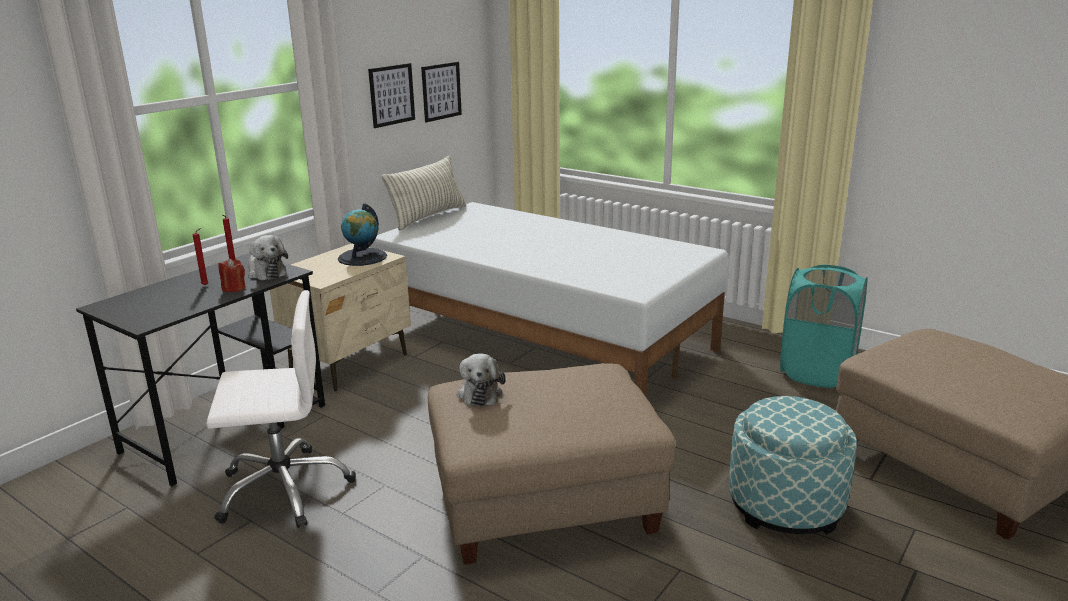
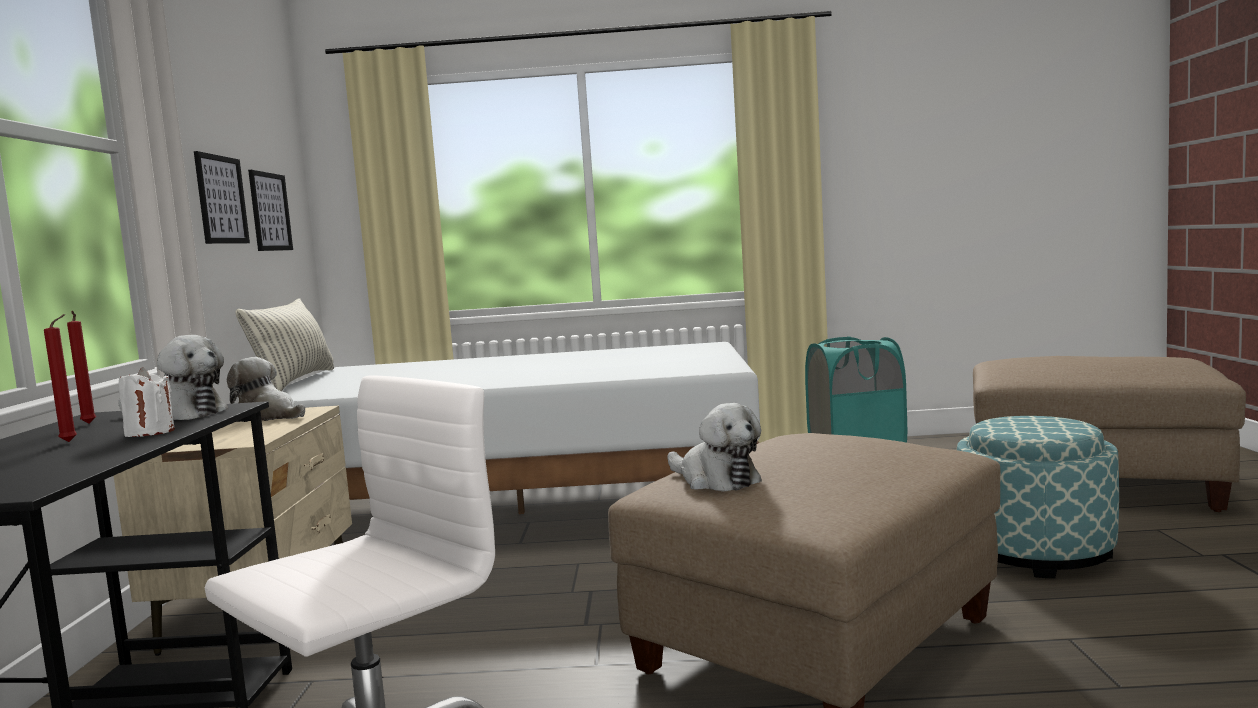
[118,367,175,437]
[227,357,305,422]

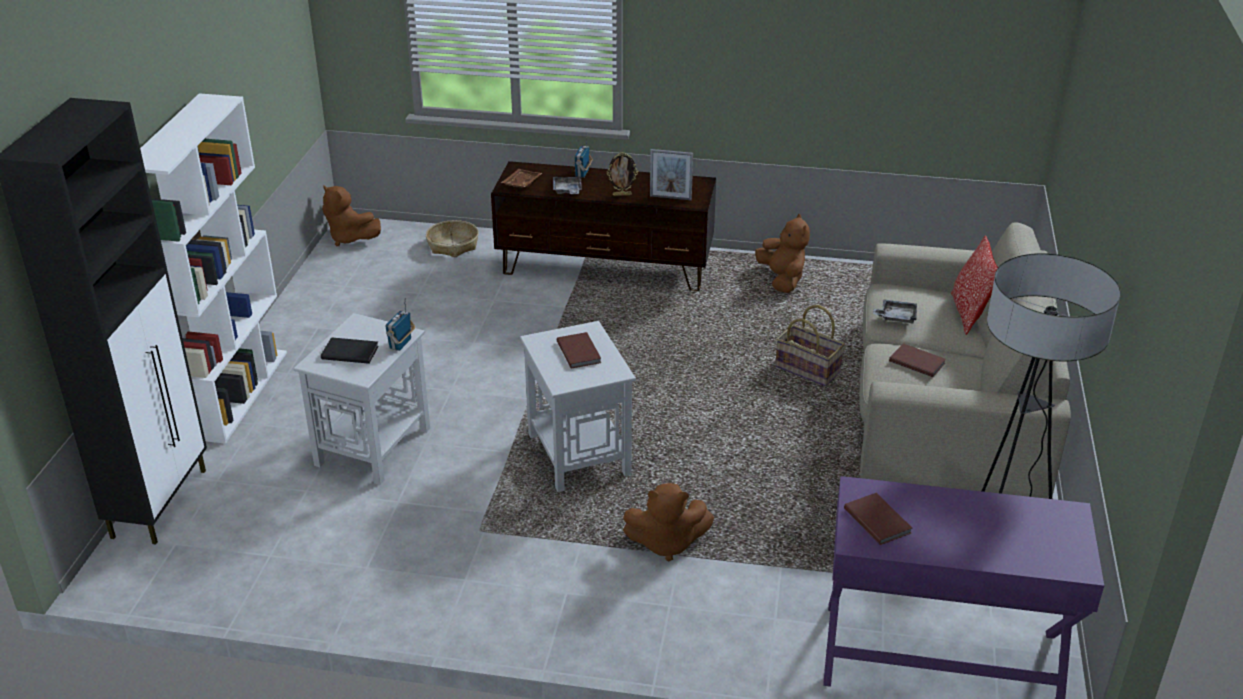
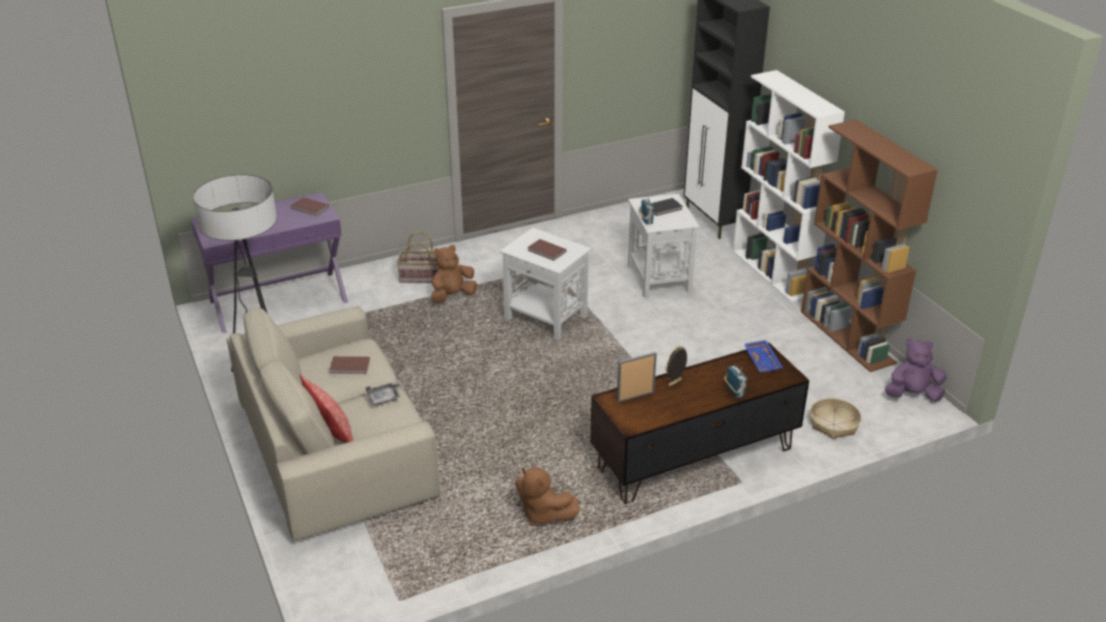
[885,338,947,402]
[744,340,783,372]
[553,176,582,194] (first image)
[397,231,440,283]
[801,120,938,372]

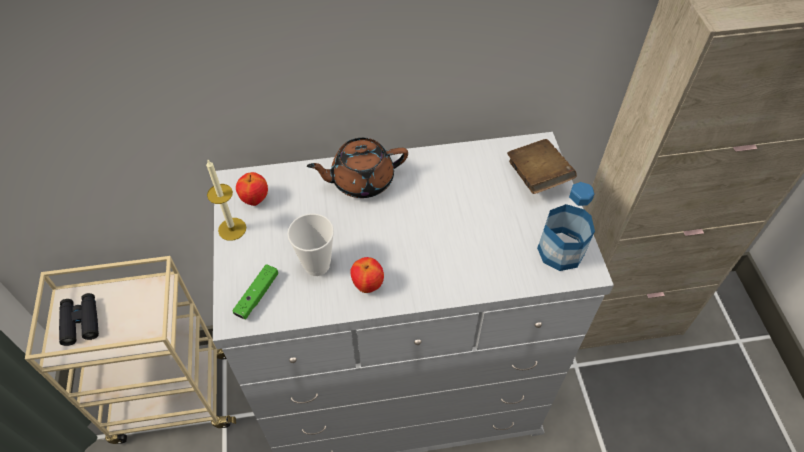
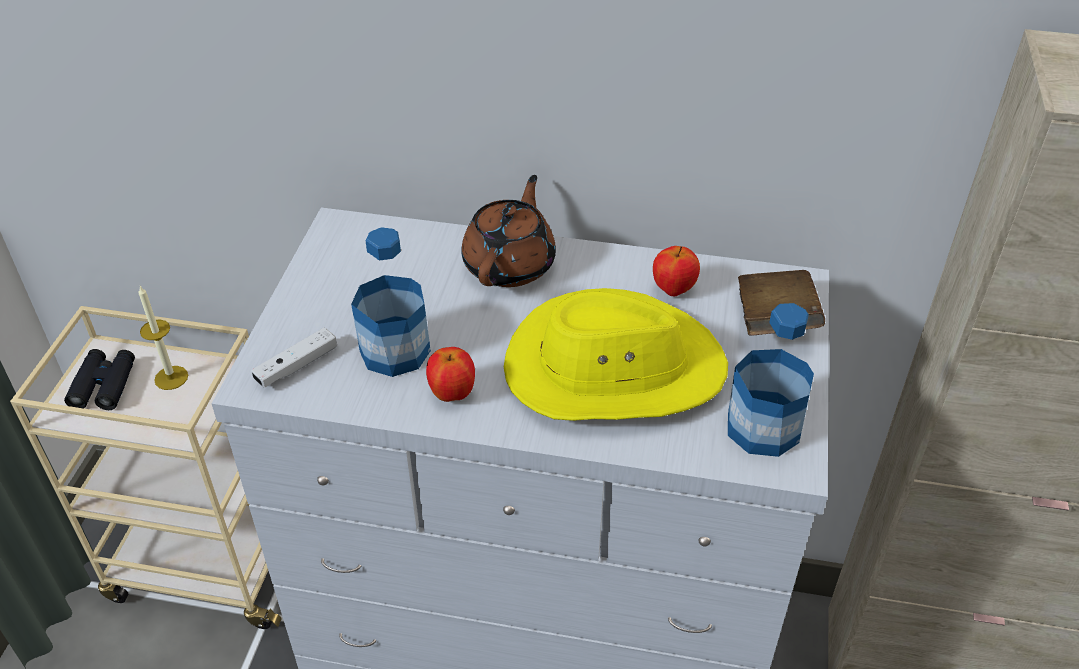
[138,286,188,390]
[251,328,337,388]
[653,246,700,296]
[351,227,431,377]
[461,175,556,287]
[504,288,728,421]

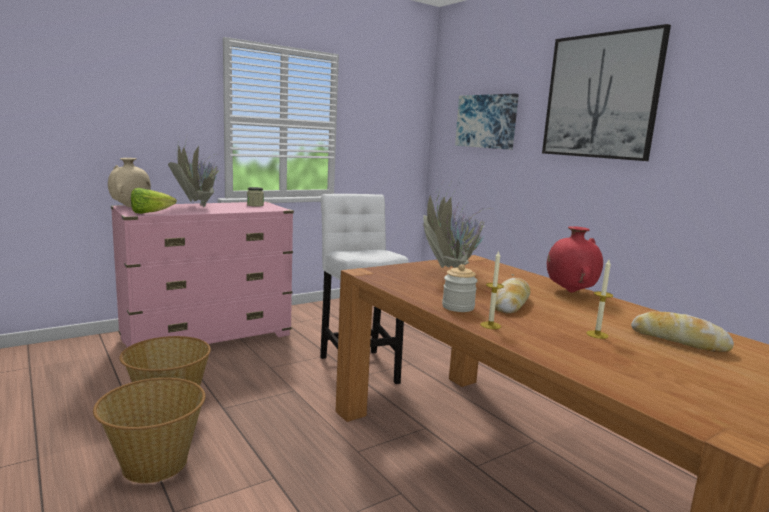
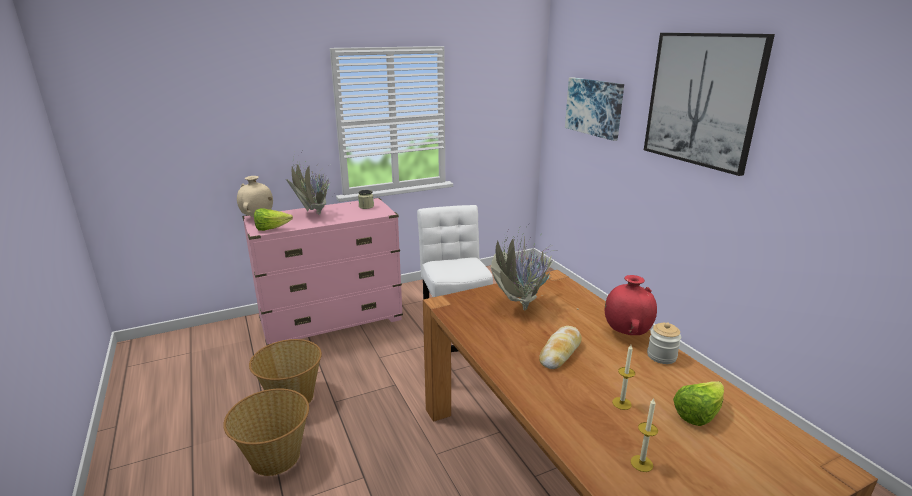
[647,322,681,364]
[631,398,658,472]
[673,381,724,426]

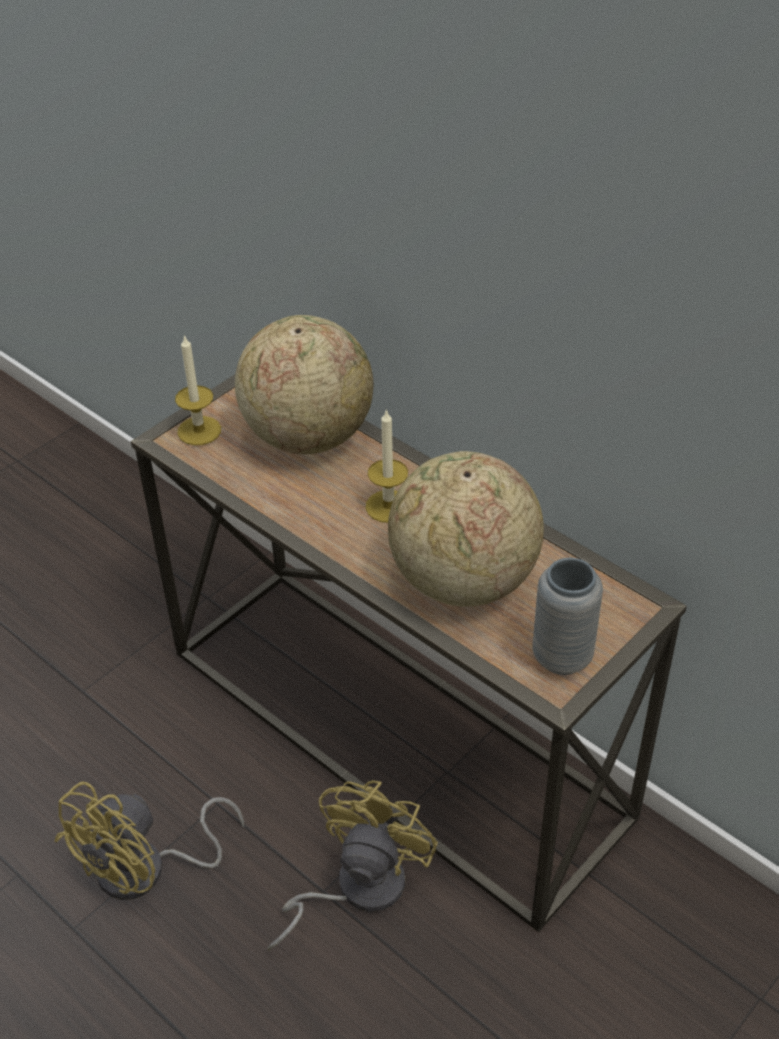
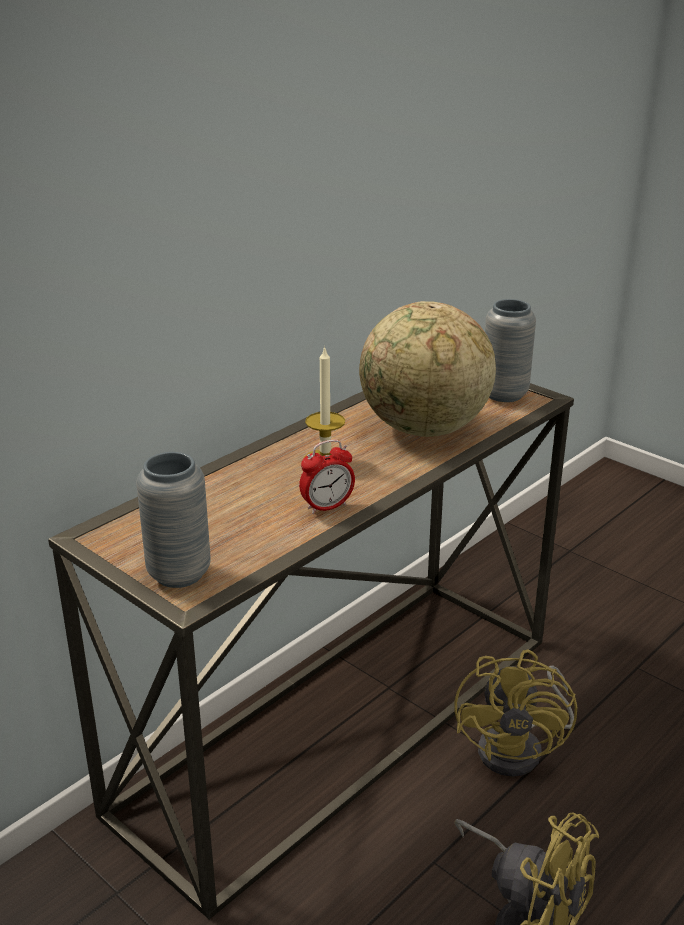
[136,452,211,588]
[235,315,373,454] (first image)
[454,650,577,777]
[299,439,355,514]

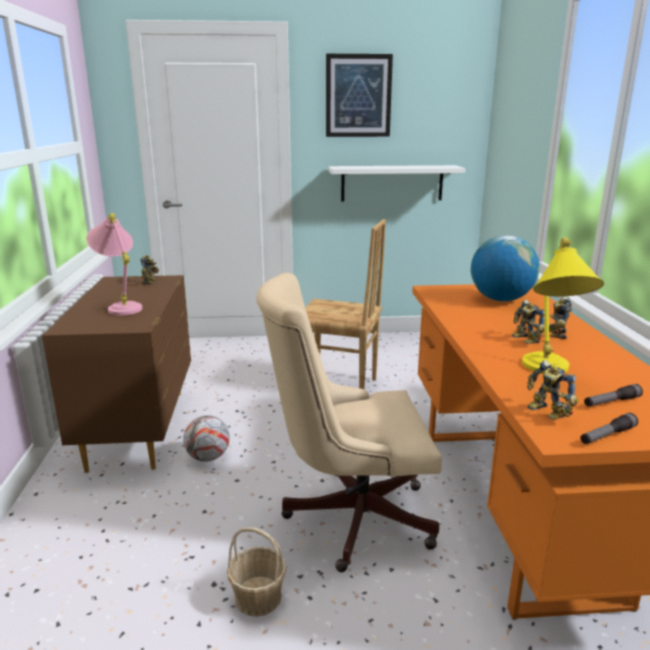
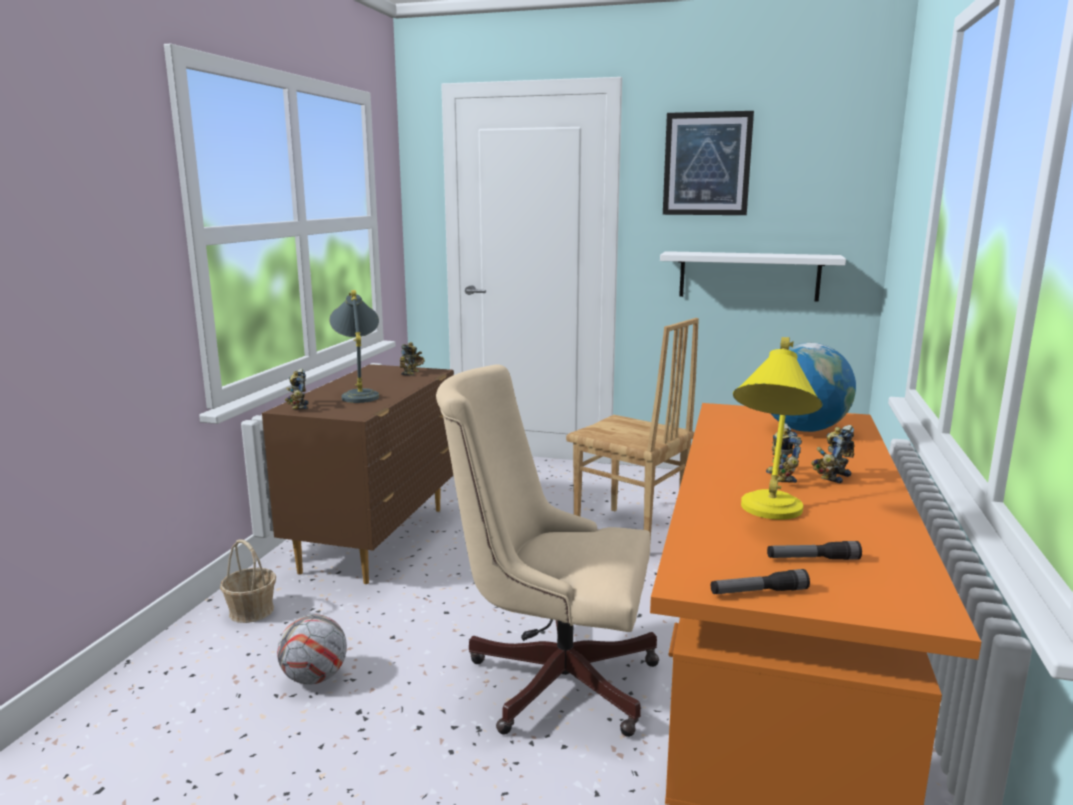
[329,290,379,403]
[277,614,347,685]
[220,539,276,623]
[285,369,309,410]

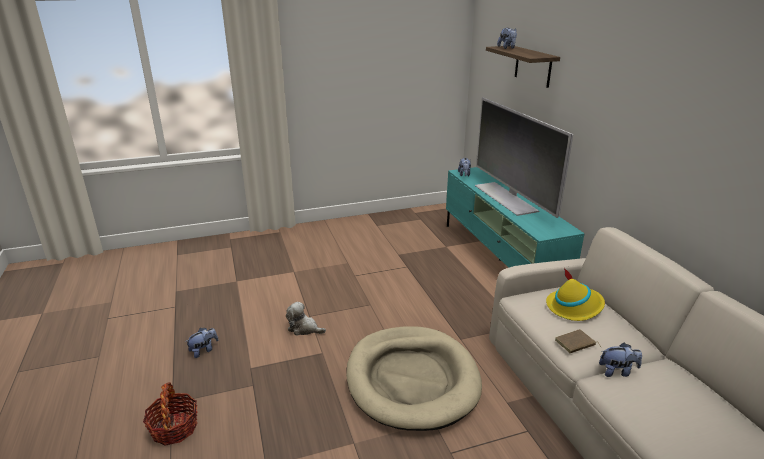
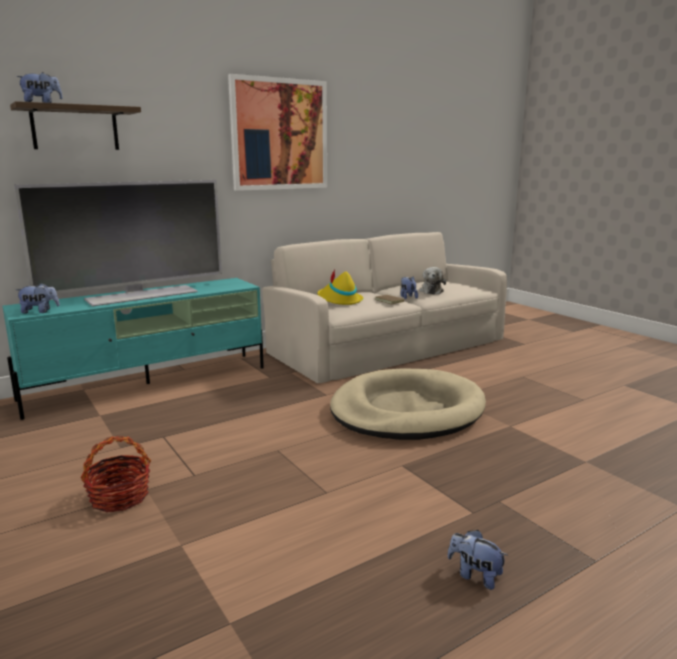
[80,436,151,512]
[419,267,446,294]
[228,74,327,191]

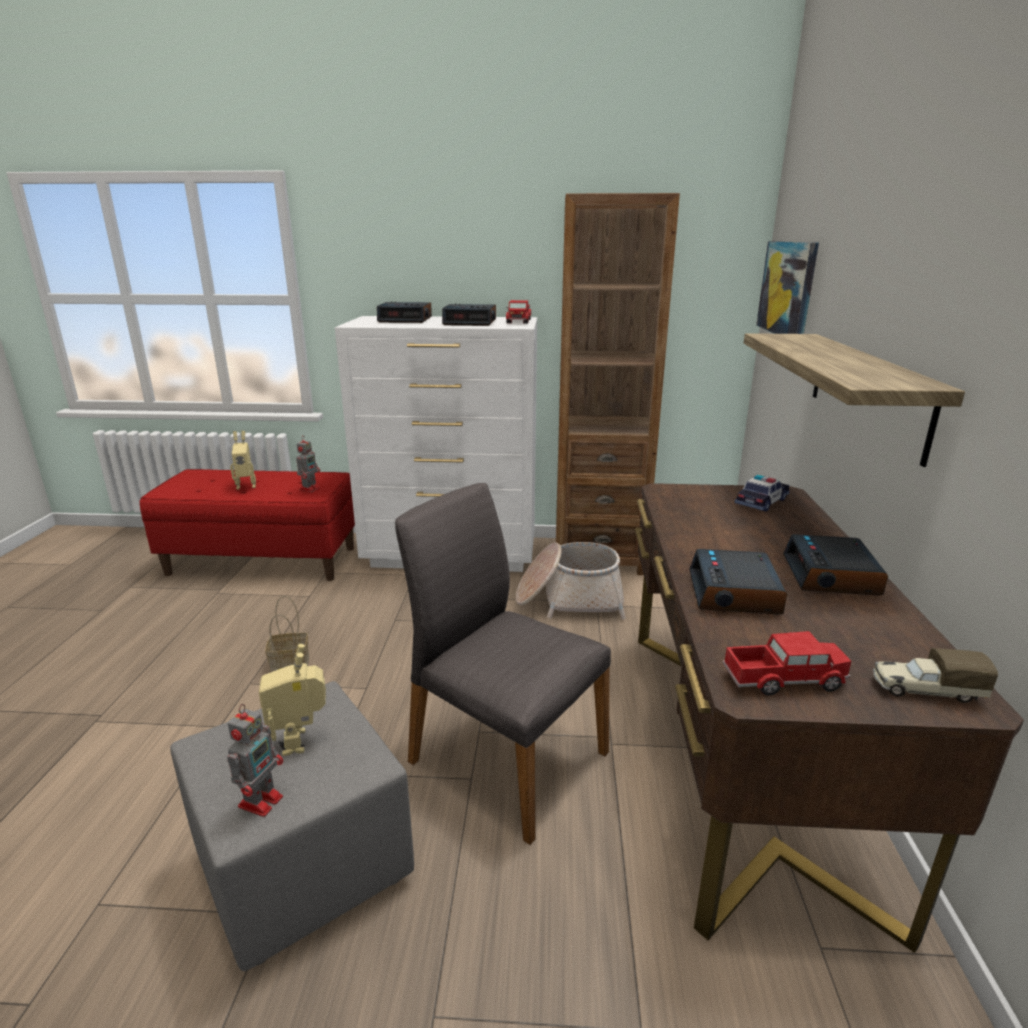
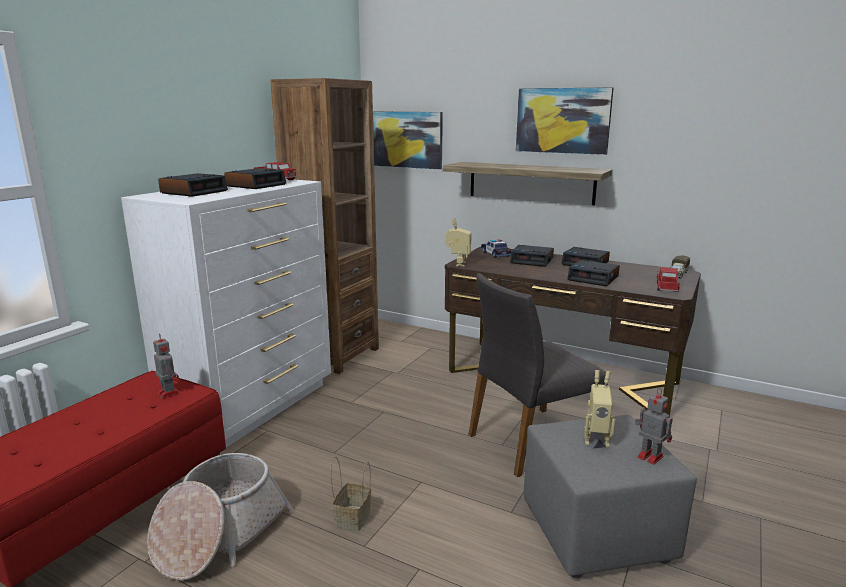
[445,218,472,266]
[147,453,294,580]
[510,245,554,267]
[516,87,613,155]

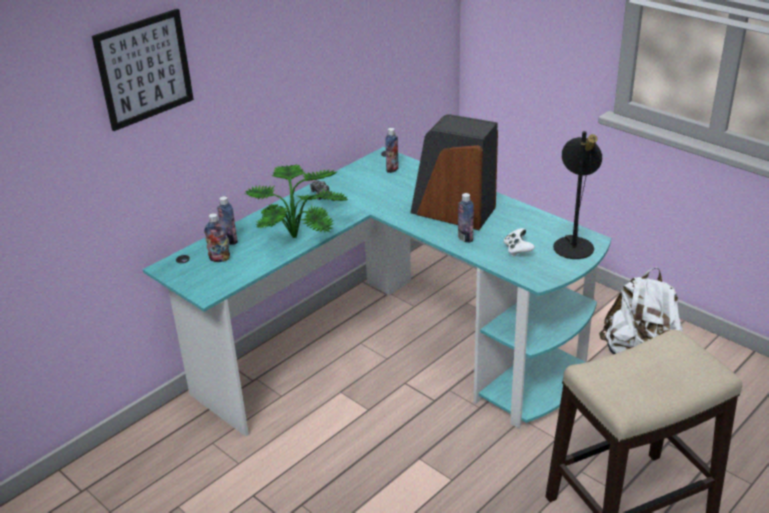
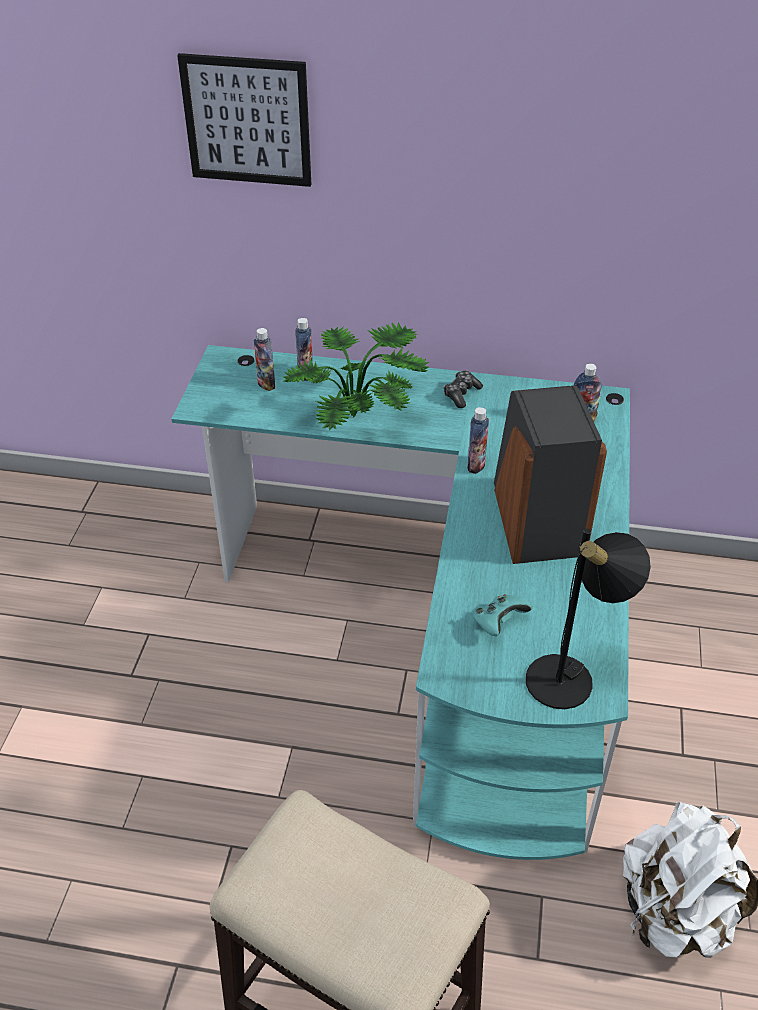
[467,407,489,474]
[473,594,533,636]

